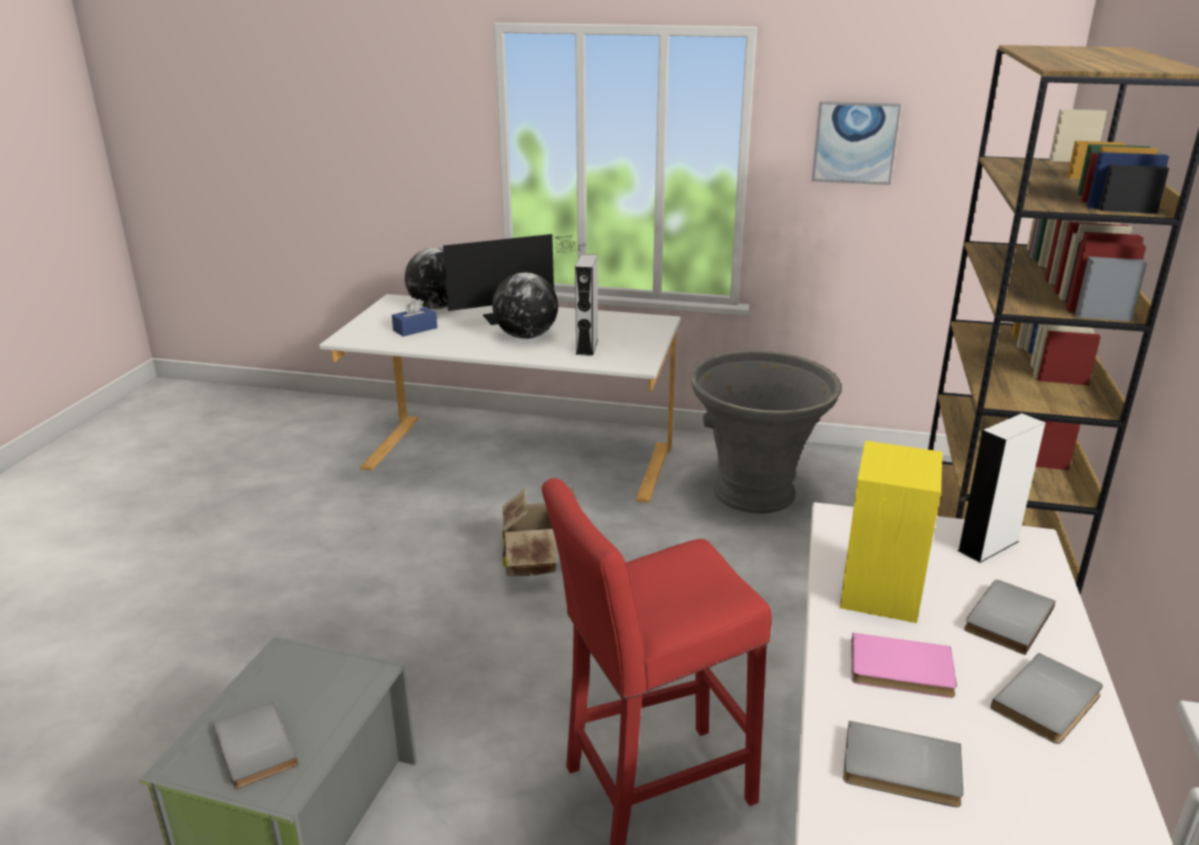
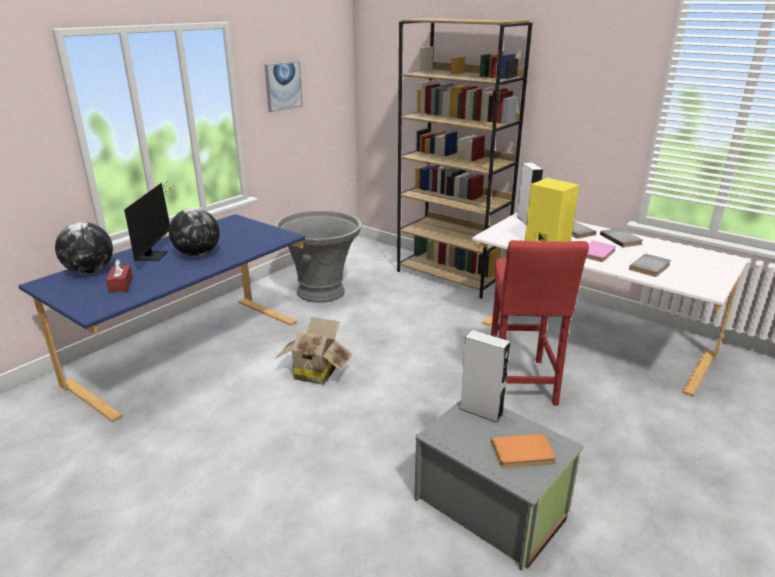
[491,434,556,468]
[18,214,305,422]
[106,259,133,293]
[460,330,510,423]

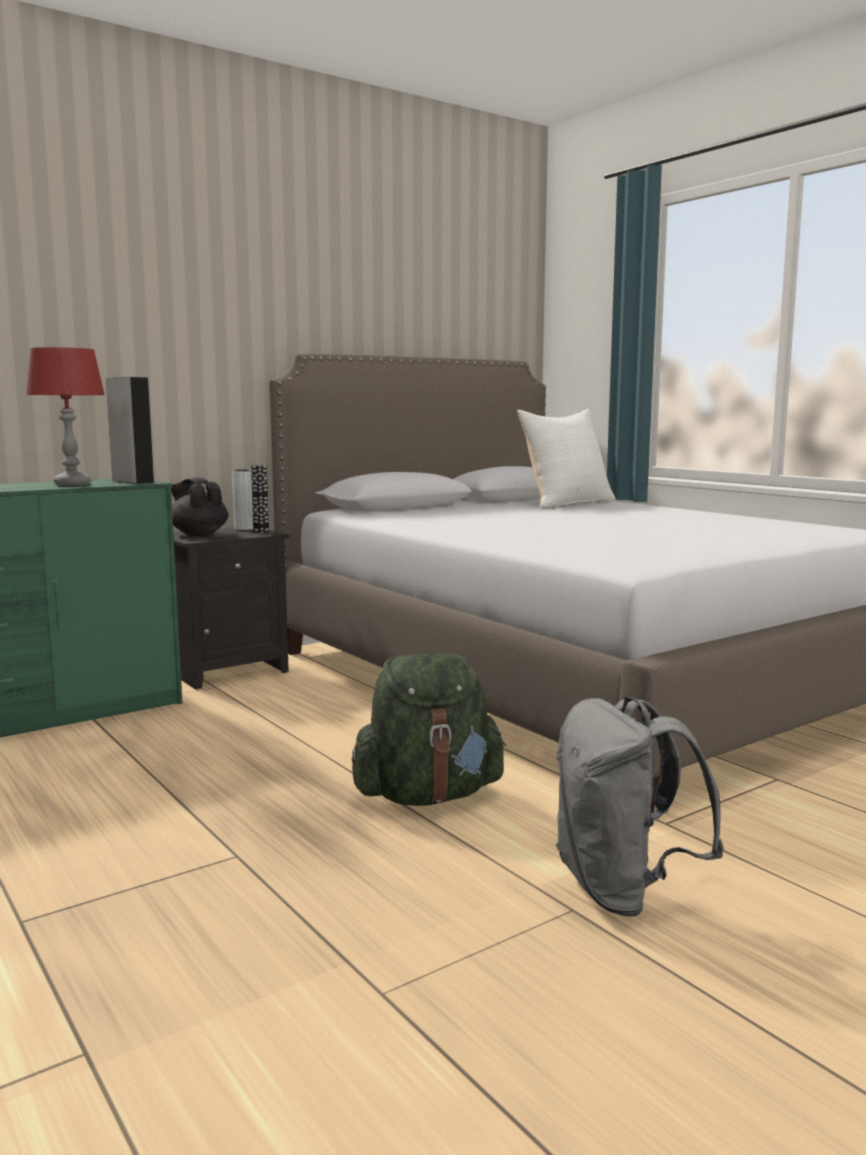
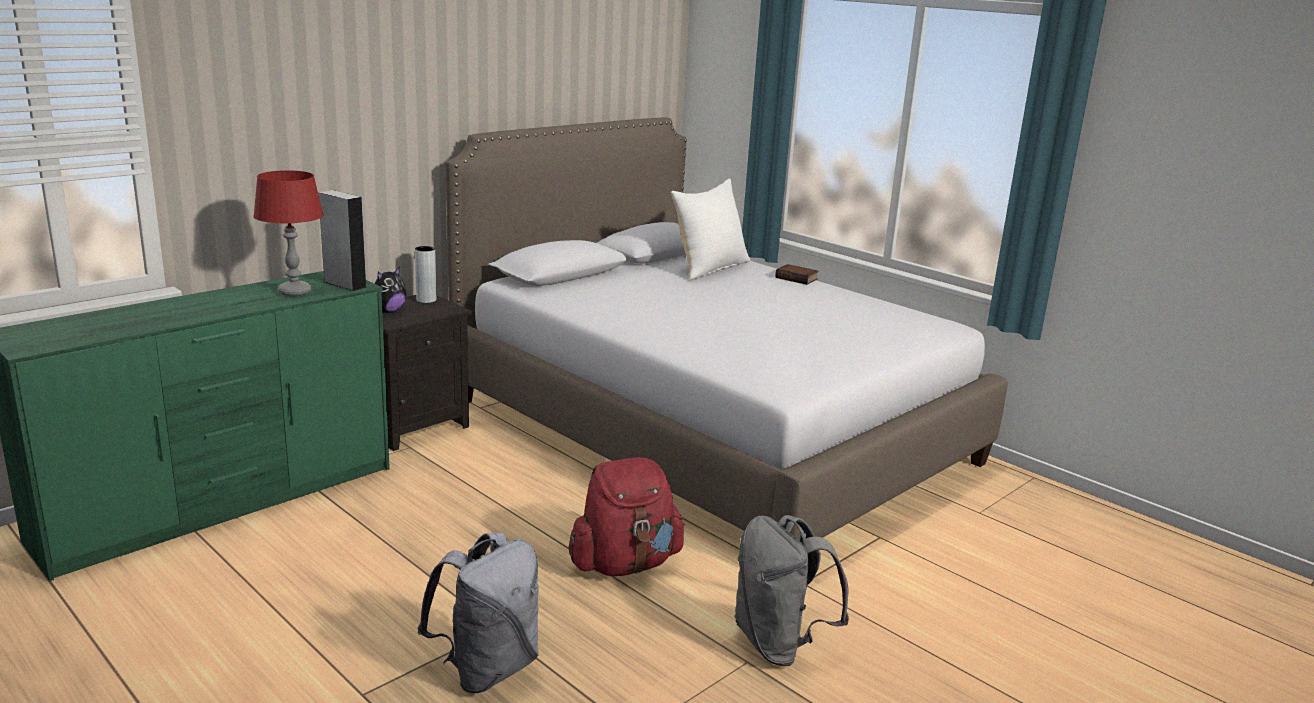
[375,267,406,313]
[251,464,269,533] (first image)
[569,457,685,576]
[418,532,539,693]
[775,264,819,285]

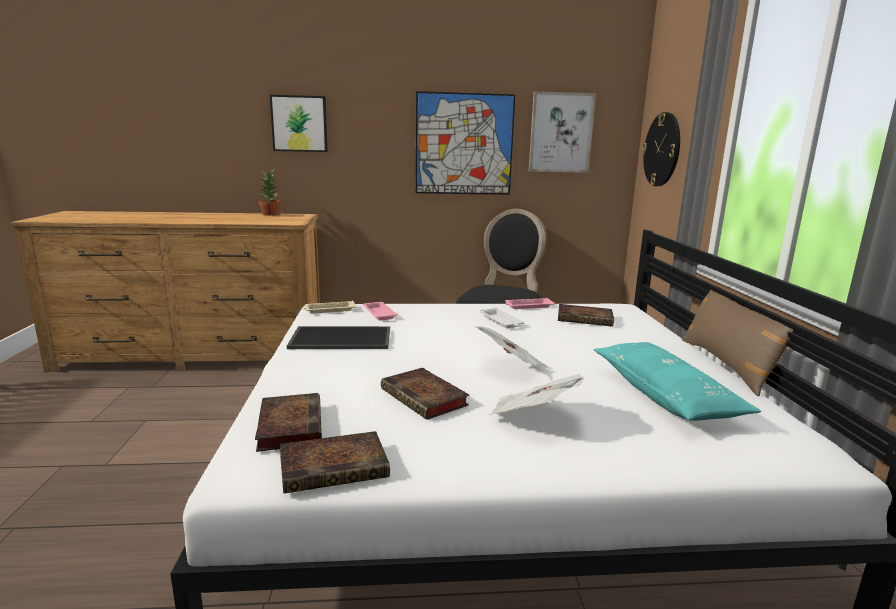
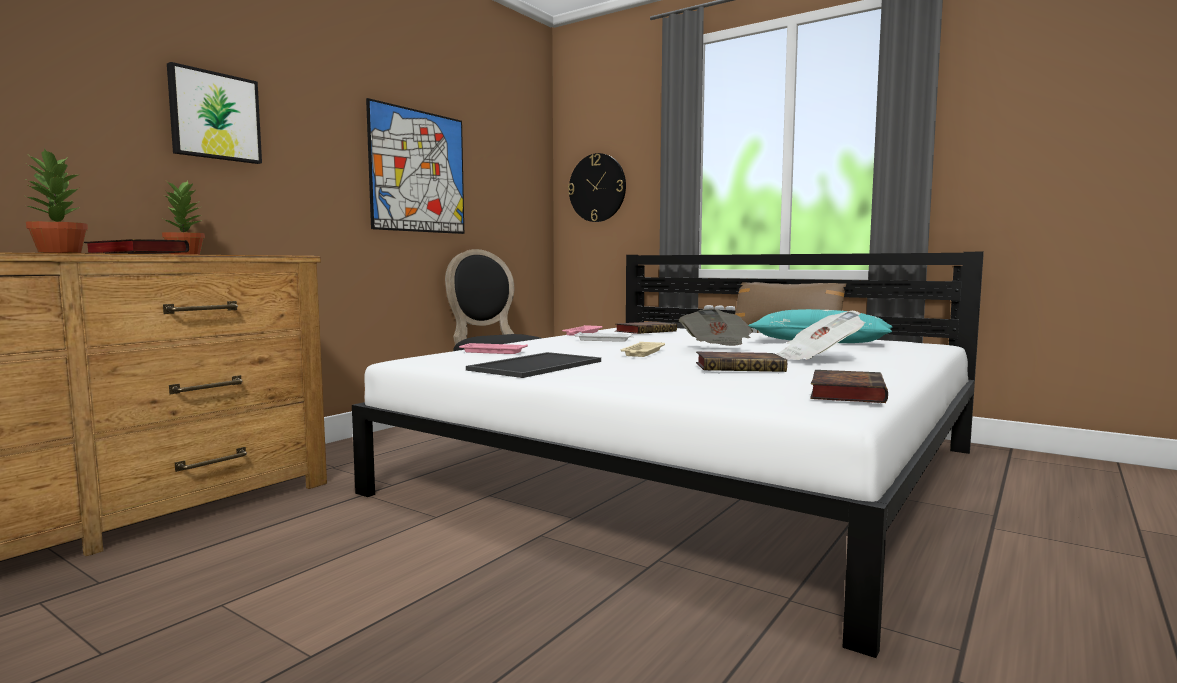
[84,239,189,254]
[621,342,665,357]
[529,91,596,173] (first image)
[23,148,88,253]

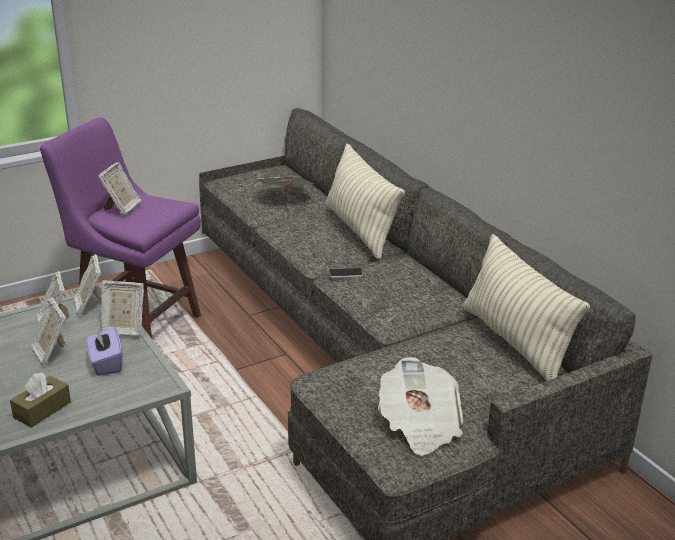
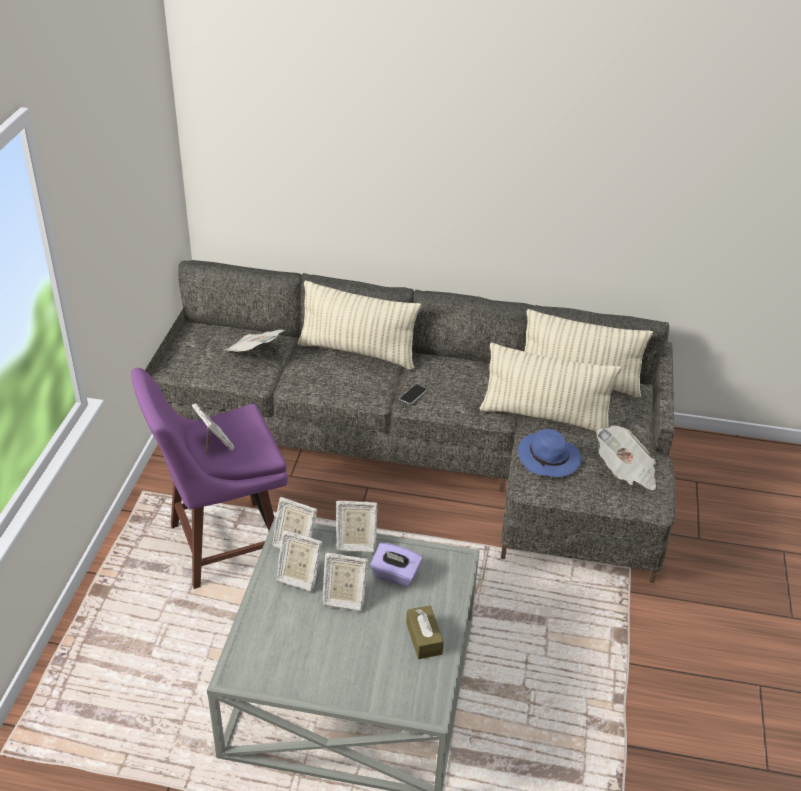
[336,501,378,553]
[480,343,622,432]
[518,429,581,477]

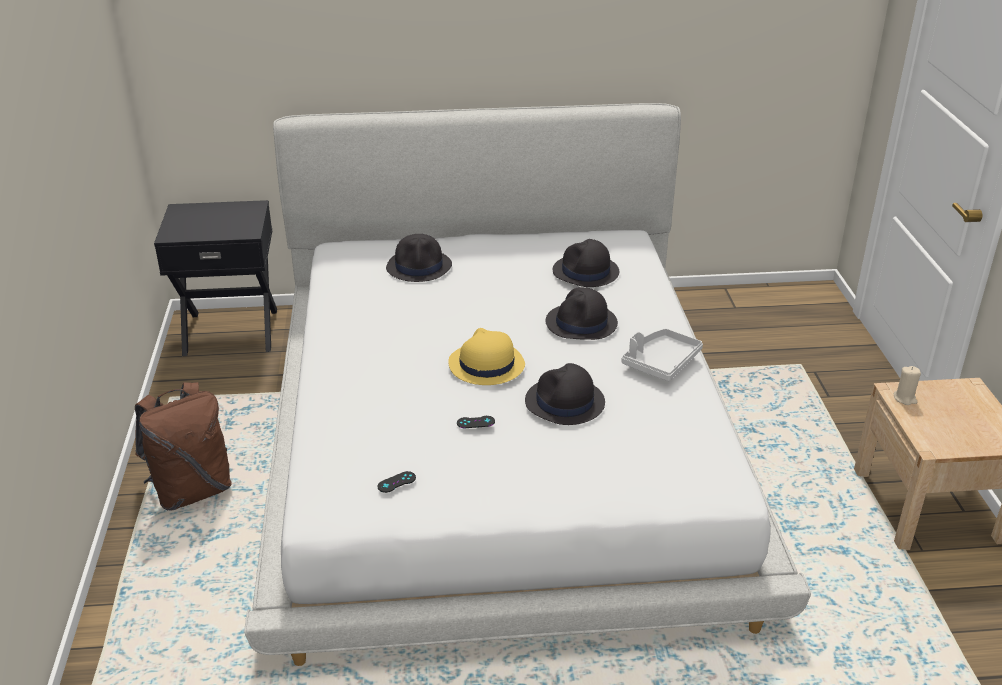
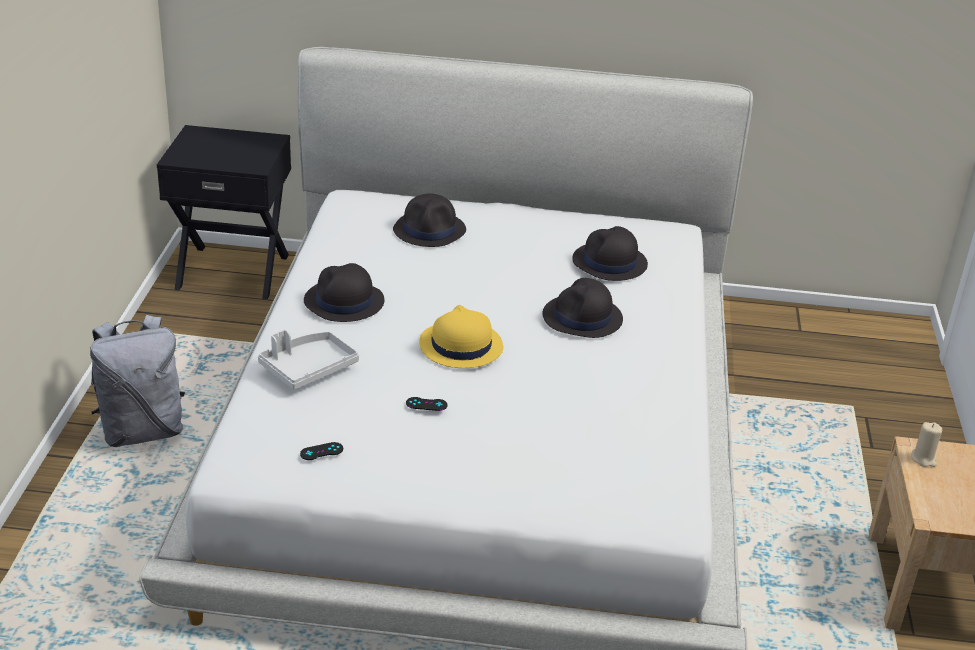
[90,315,185,447]
[304,263,384,322]
[258,329,359,390]

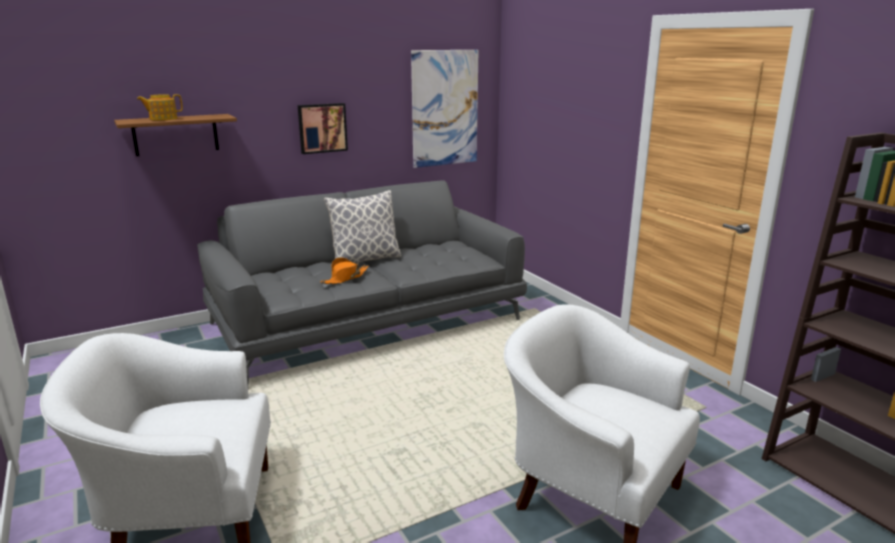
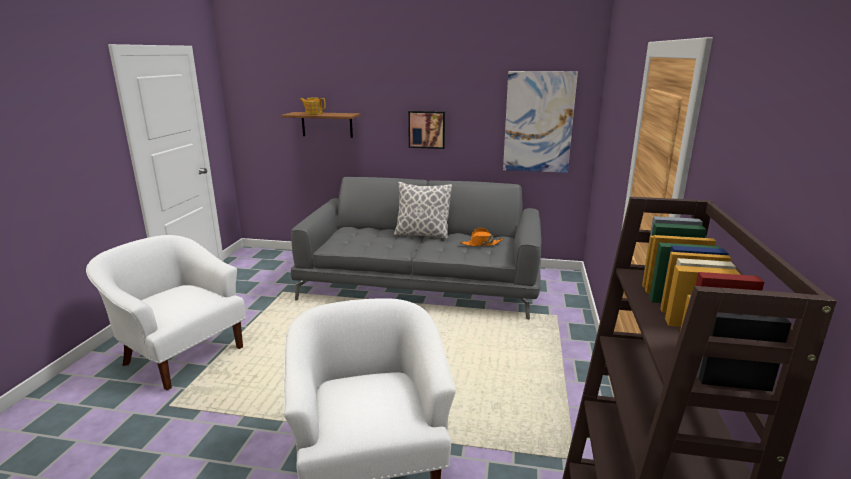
[460,228,503,246]

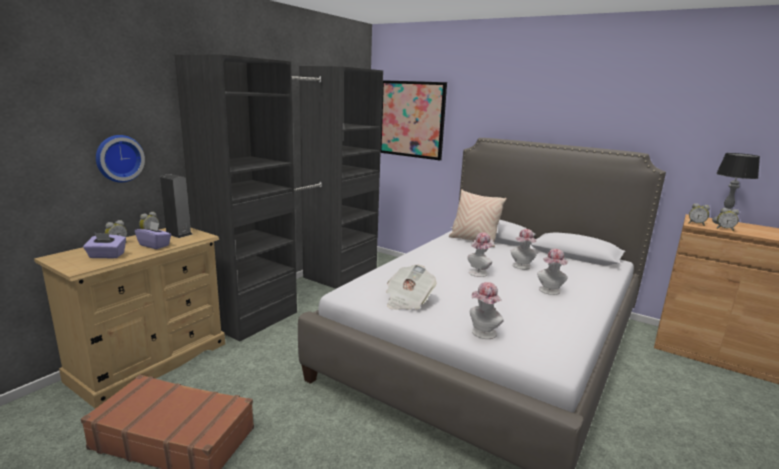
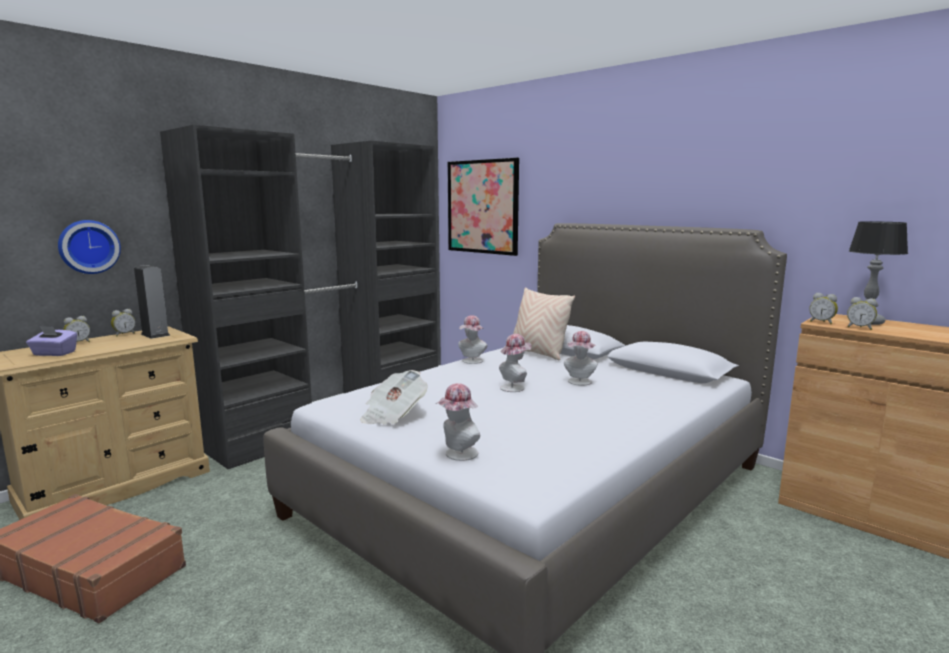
[135,221,171,249] (first image)
[458,315,487,364]

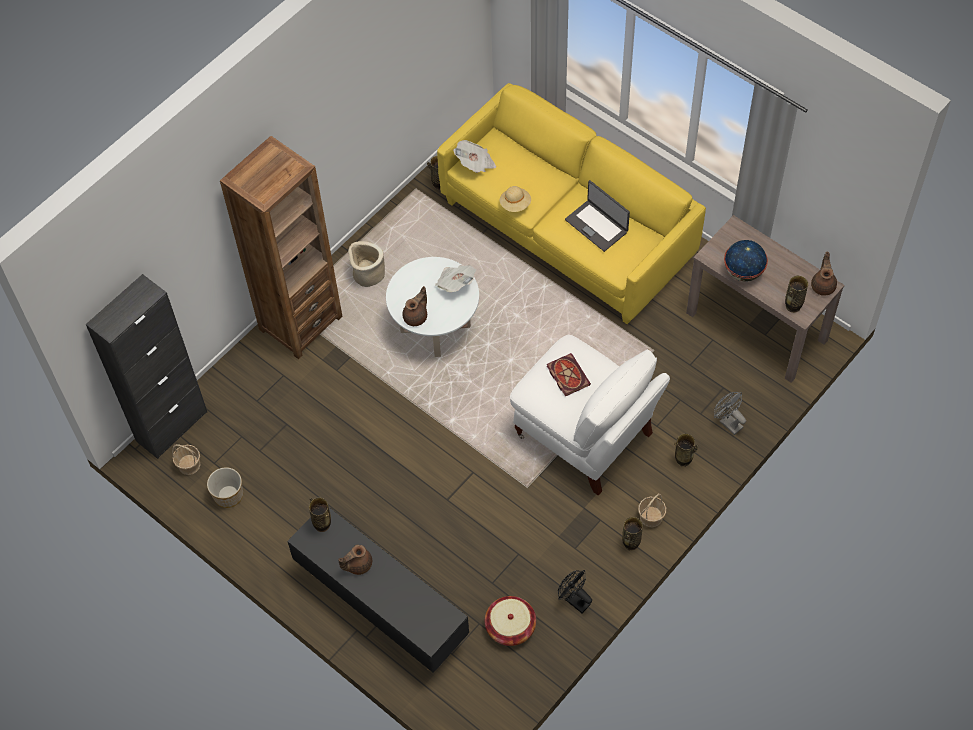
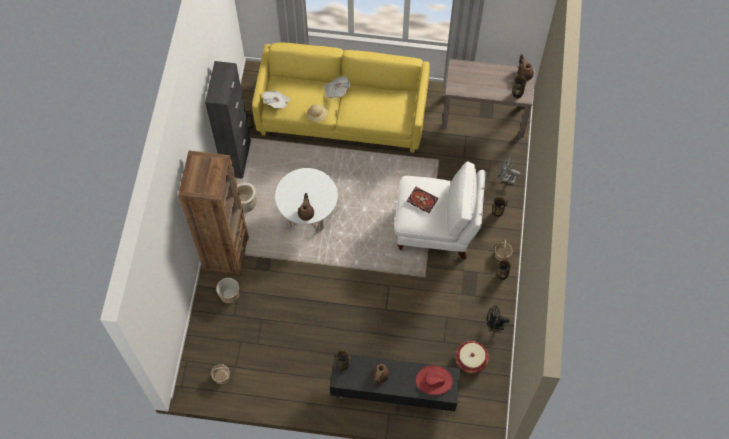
[205,61,251,179]
[216,278,239,304]
[324,76,350,98]
[565,180,630,252] (first image)
[724,240,768,282] (first image)
[416,365,453,395]

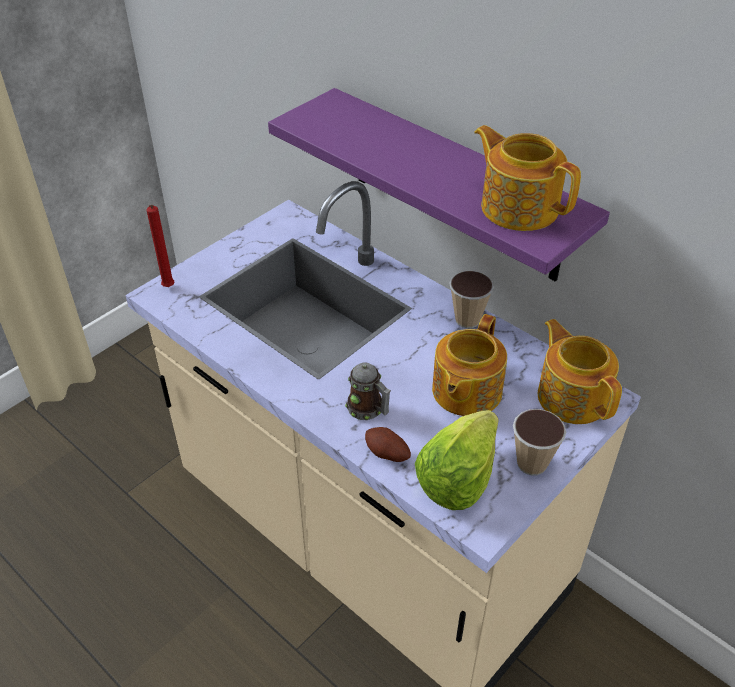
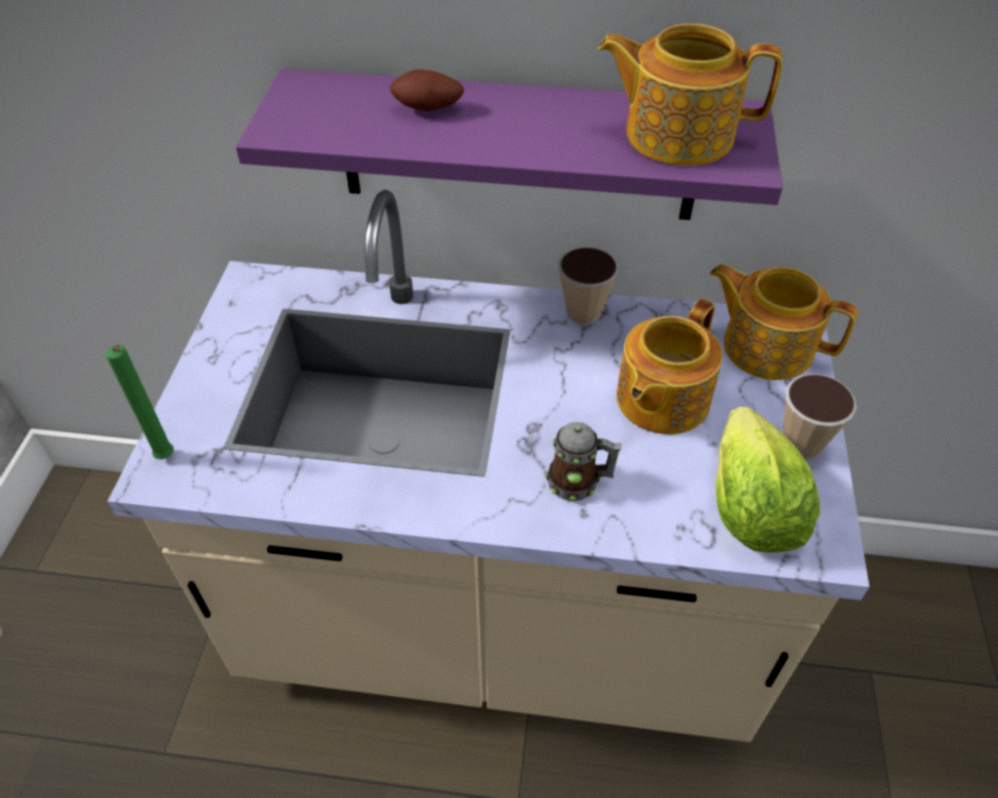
[105,345,174,459]
[390,69,464,111]
[617,299,722,434]

